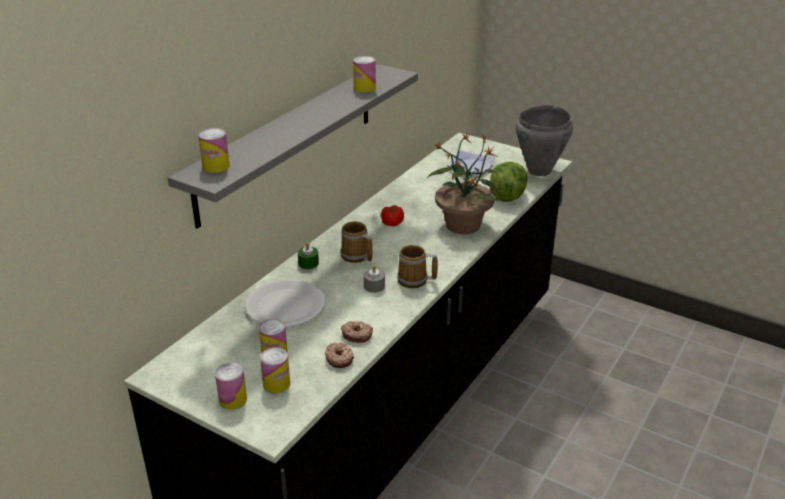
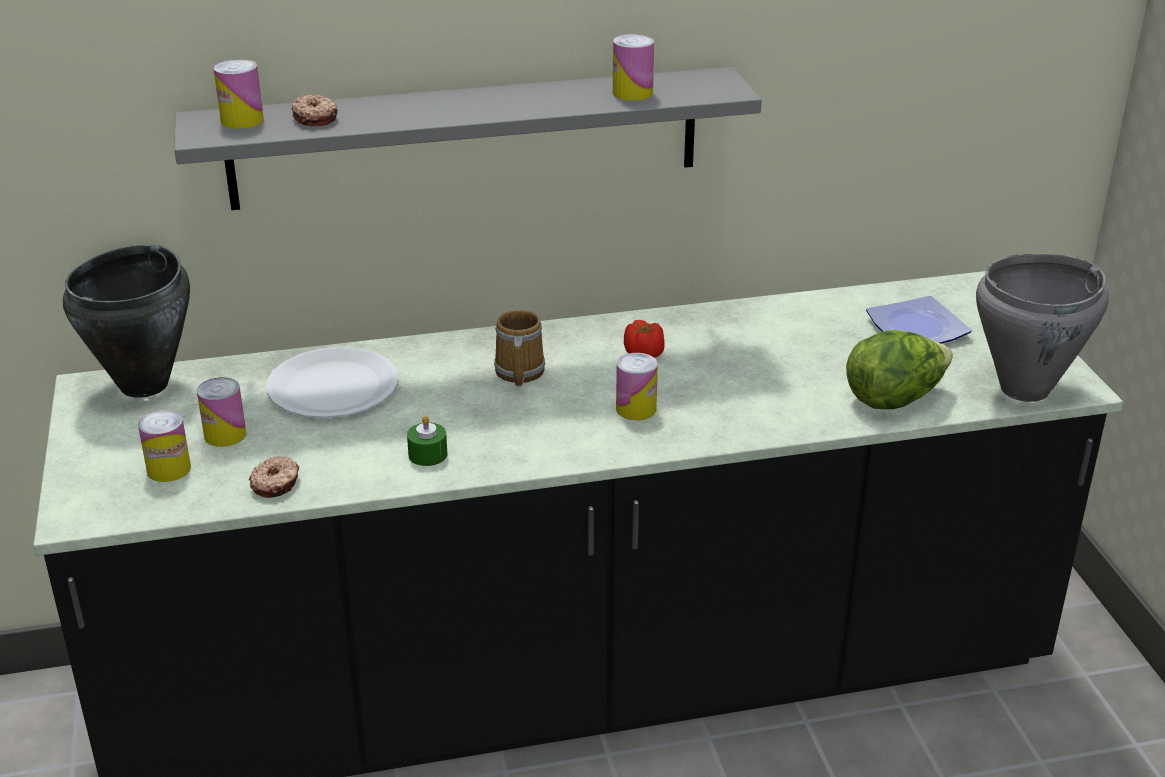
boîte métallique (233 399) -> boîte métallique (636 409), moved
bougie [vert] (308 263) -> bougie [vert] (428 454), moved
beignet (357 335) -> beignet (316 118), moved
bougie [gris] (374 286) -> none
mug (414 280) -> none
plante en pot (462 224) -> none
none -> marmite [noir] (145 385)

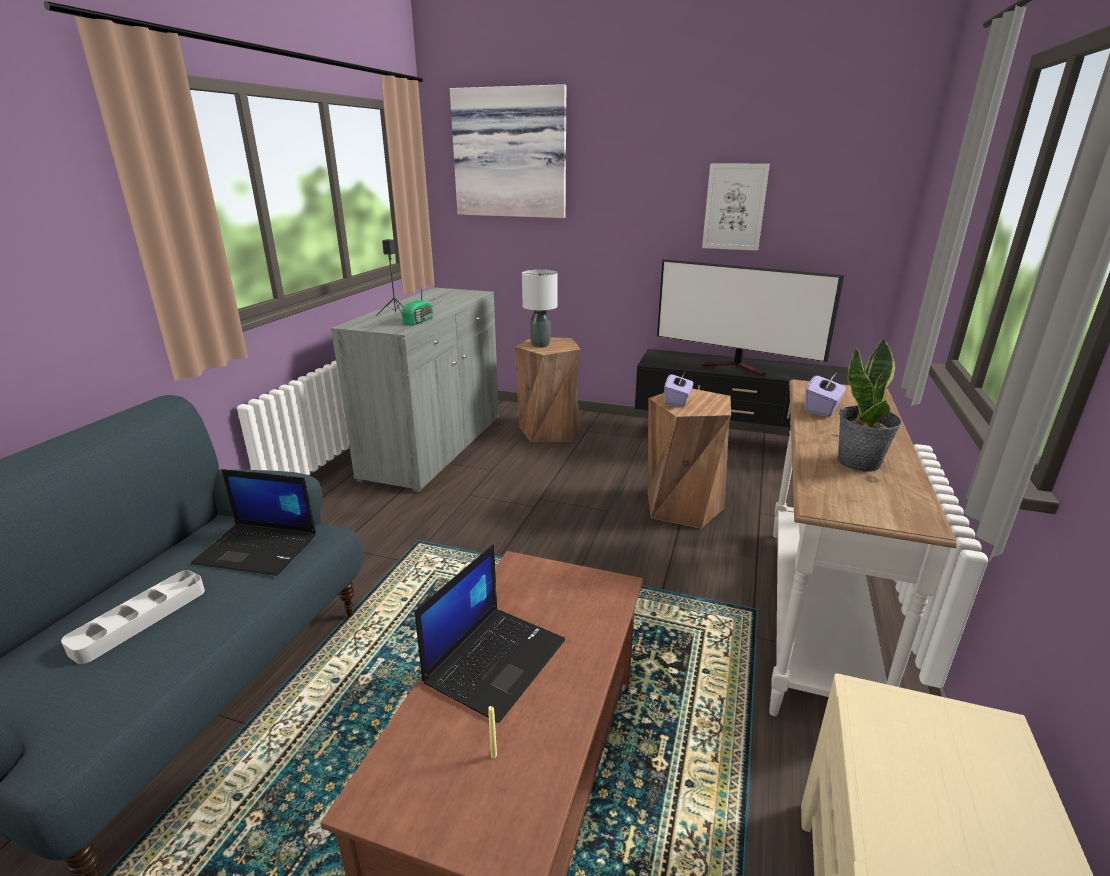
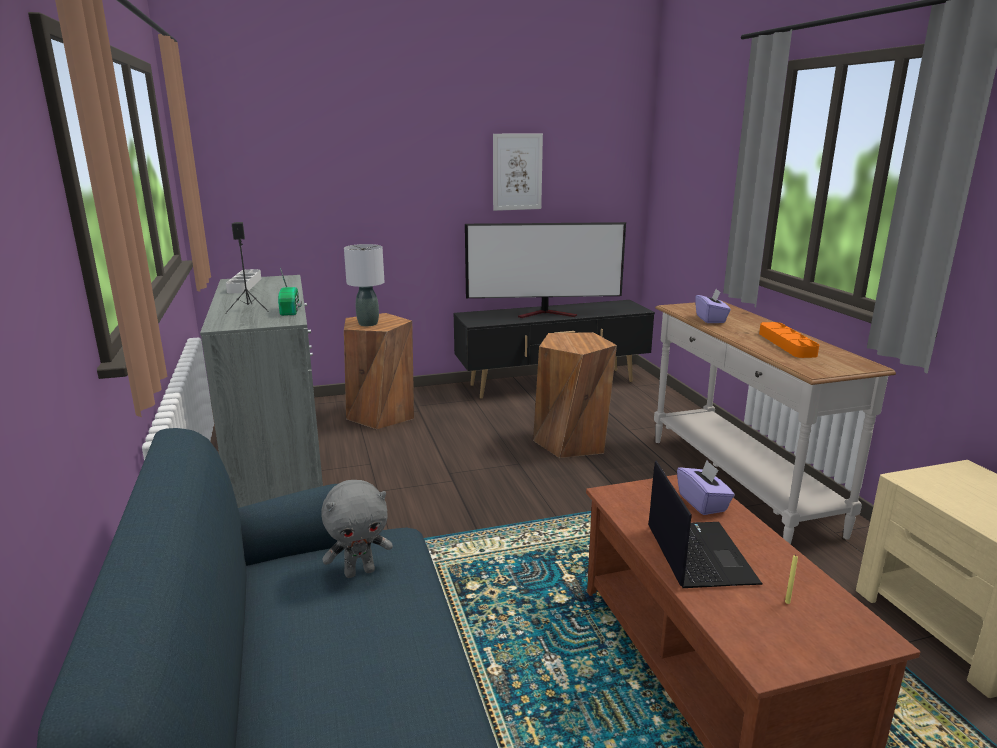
plateau [gris] (140 619) -> plateau [gris] (244 285), moved
ordinateur portable (259 549) -> peluche [gris] (360 571)
tableau (511 153) -> none
boîte à mouchoirs [violet] (677 401) -> boîte à mouchoirs [violet] (703 503), moved
plante en pot (859 462) -> plateau [orange] (786 344)

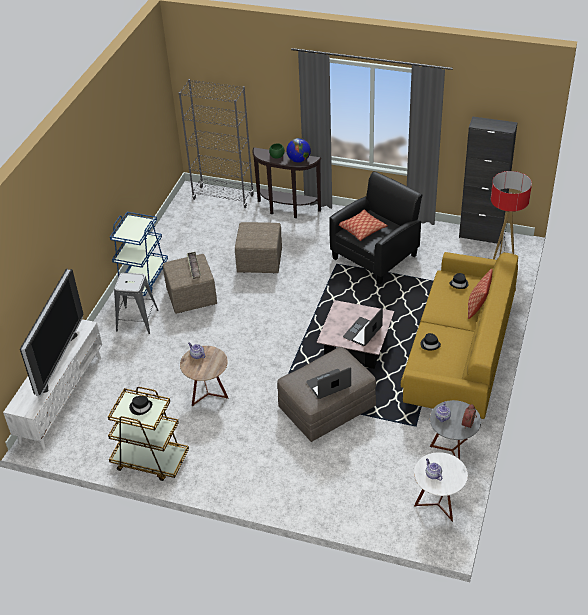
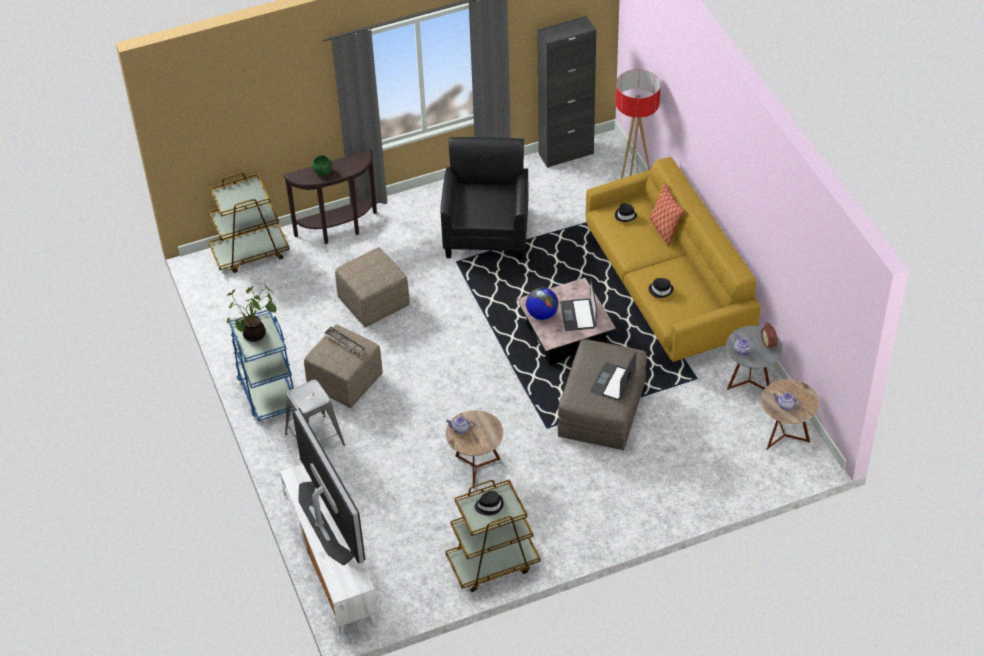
bibliothèque [gris] (223 197) -> chariot [marron] (250 252)
globe (299 160) -> globe (542 314), moved
coussin (362 229) -> none
table d'appoint [blanc] (437 505) -> table d'appoint [marron] (784 436)
none -> plante en pot (254 336)

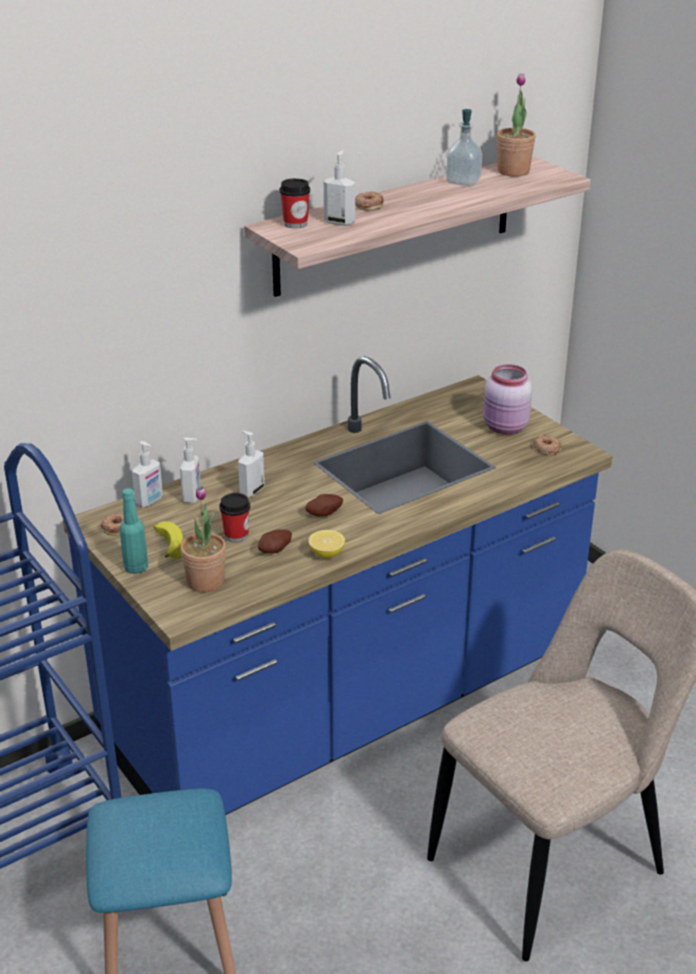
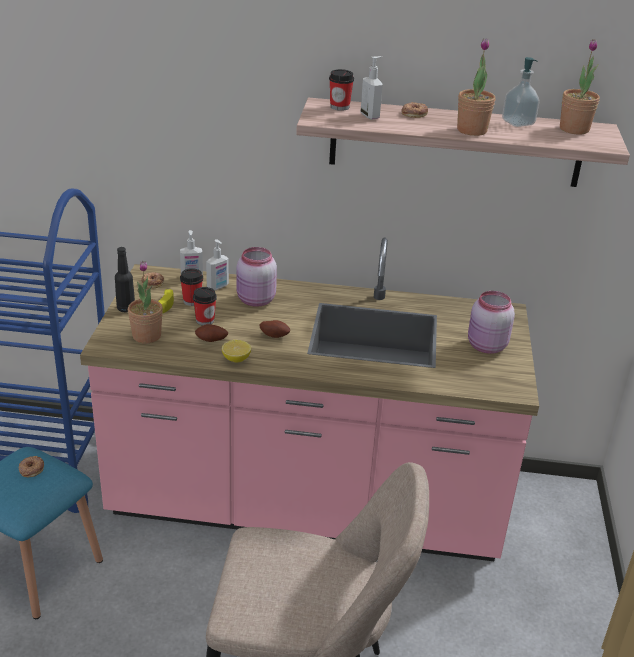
comptoir de cuisine [bleu] (348 703) -> comptoir de cuisine [rose] (307 503)
bouteille [turquoise] (136 568) -> bouteille [noir] (126 308)
distributeur de savon (251 491) -> bocal [rose] (255 300)
beignet (546 448) -> beignet (31 469), moved
none -> tasse (192 301)
none -> plante en pot (472 130)

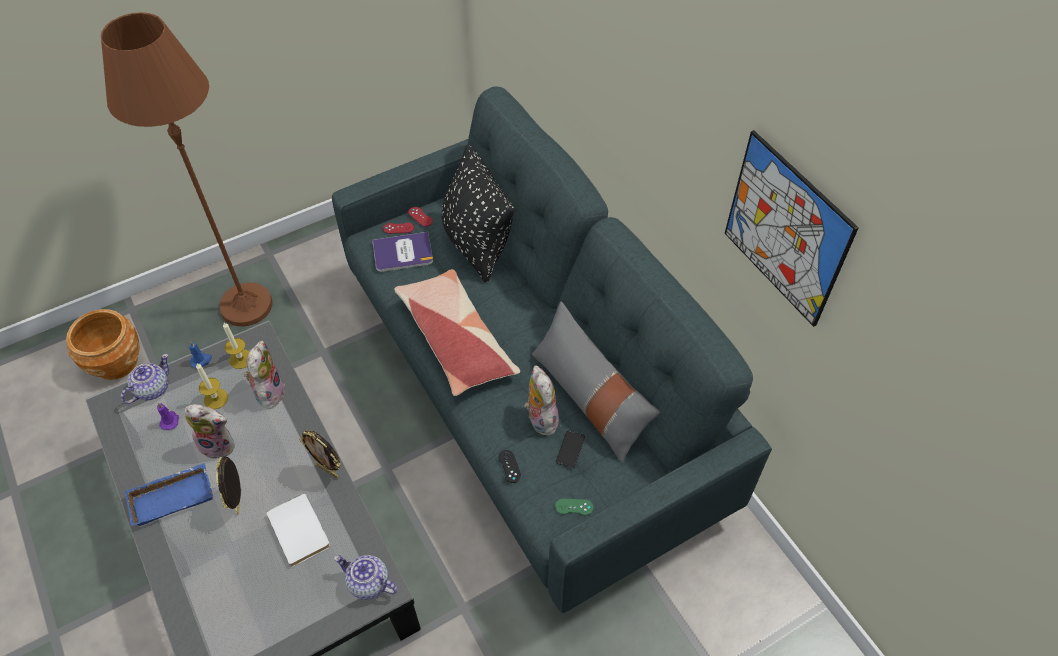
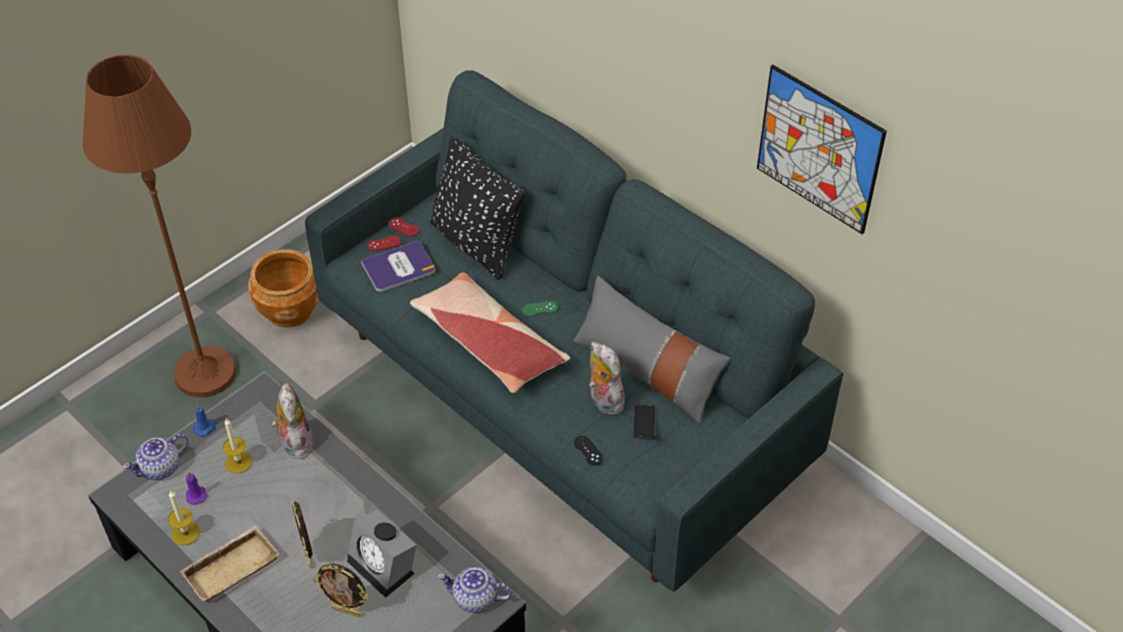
cache-pot [marron] (116 362) -> cache-pot [marron] (290 310), moved
théière (152 389) -> théière (161 468), 150 degrees counterclockwise
plateau [bleu] (172 496) -> plateau [beige] (231 566)
peluche (219 444) -> none
bougie (241 359) -> bougie (185 533), moved
livre [blanc] (301 529) -> réveil (385 566)
cadre photo (328 470) -> cadre photo (347 611), moved
manette [vert] (574 507) -> manette [vert] (540 309), moved

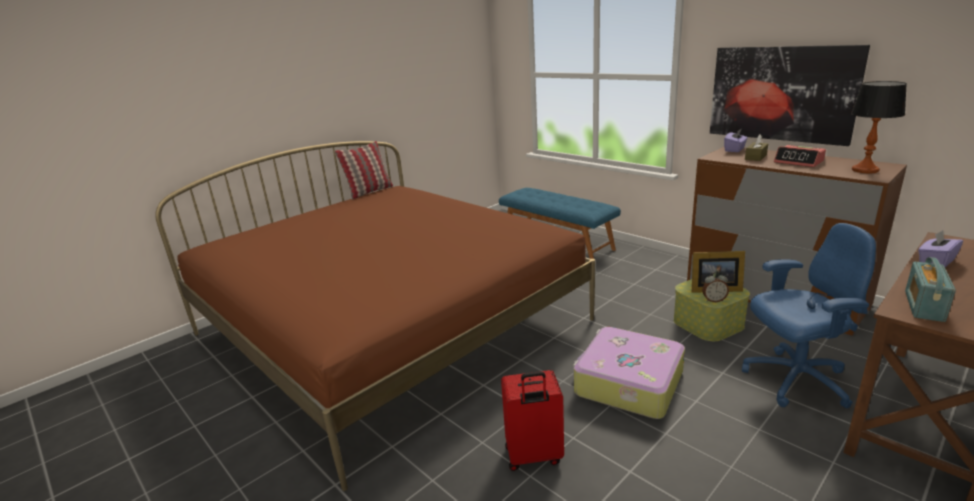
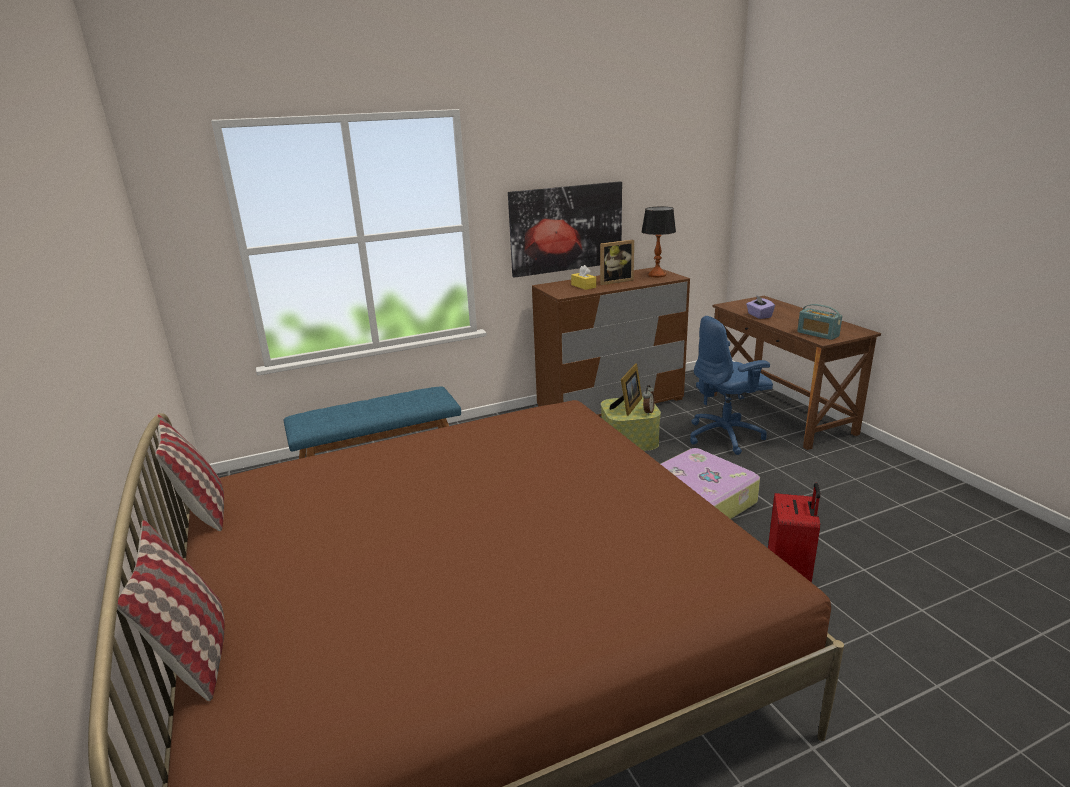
boîte à mouchoirs [violet] (735 149) -> none
chaise de bureau [bleu] (794 380) -> chaise de bureau [bleu] (726 436), 120 degrees counterclockwise
boîte à mouchoirs [marron] (755 157) -> boîte à mouchoirs [jaune] (583 286)
réveil (799 162) -> cadre photo (614 281)
none -> coussin (196 655)

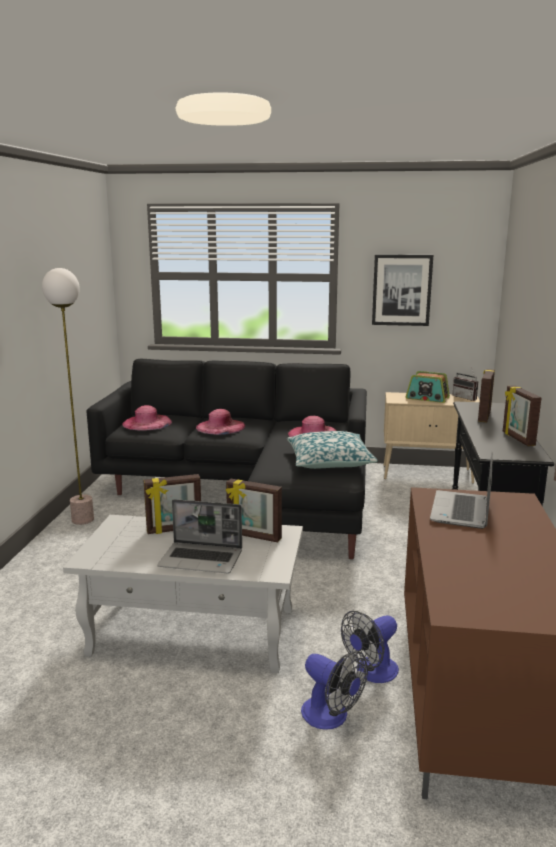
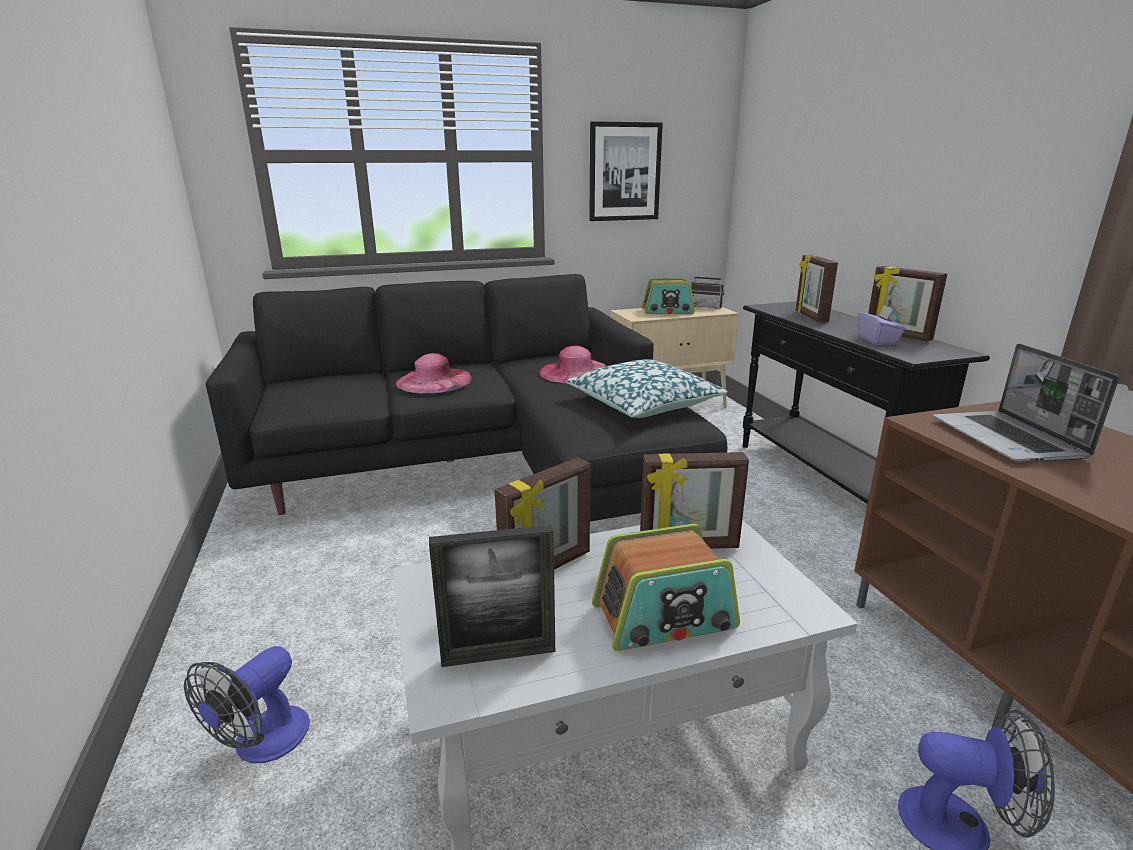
lampadaire (83 519) -> none
chapeau [rose] (147 423) -> none
ordinateur portable (202 559) -> radio (664 617)
ventilateur (371 673) -> ventilateur (262 744), moved
none -> cadre photo (498 655)
none -> boîte à mouchoirs [violet] (877 340)

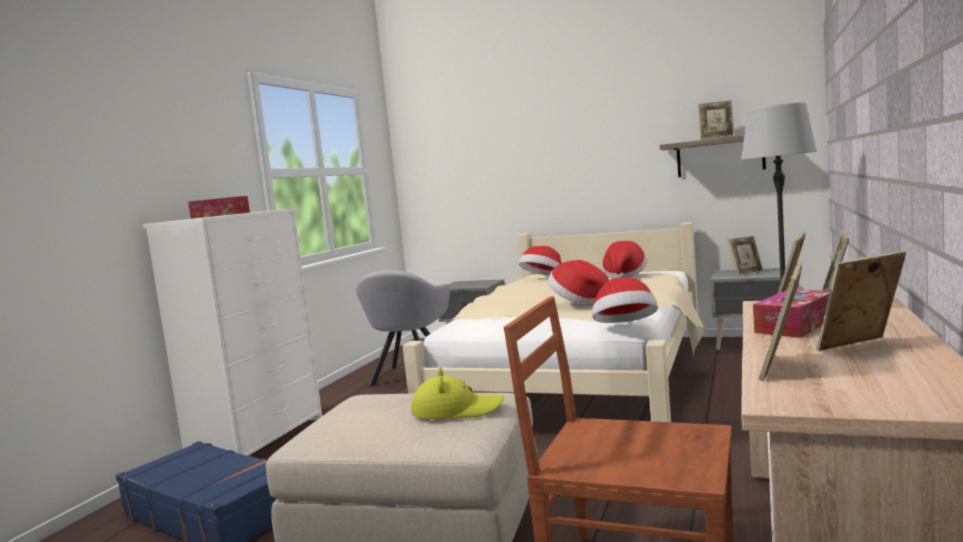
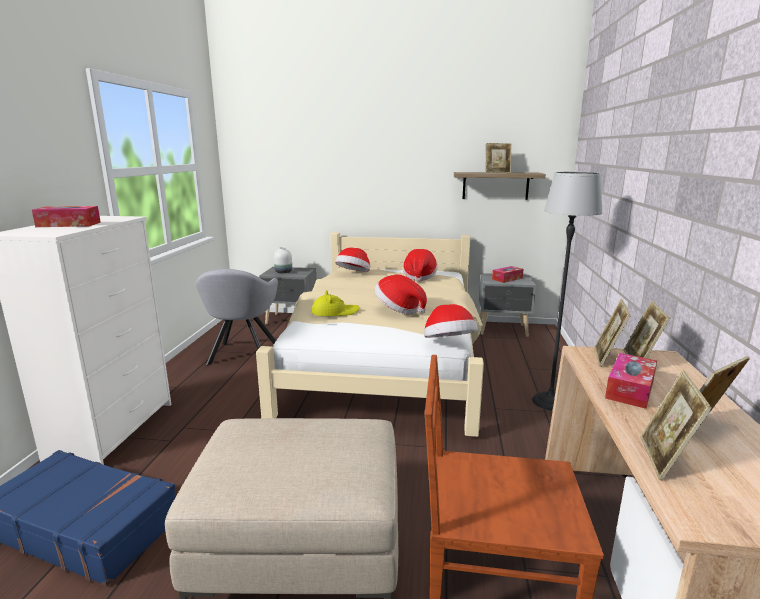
chapeau [jaune] (456 410) -> chapeau [jaune] (335 312), moved
cadre photo (747 273) -> boîte à mouchoirs (507 278)
none -> vase [blanc] (283 272)

